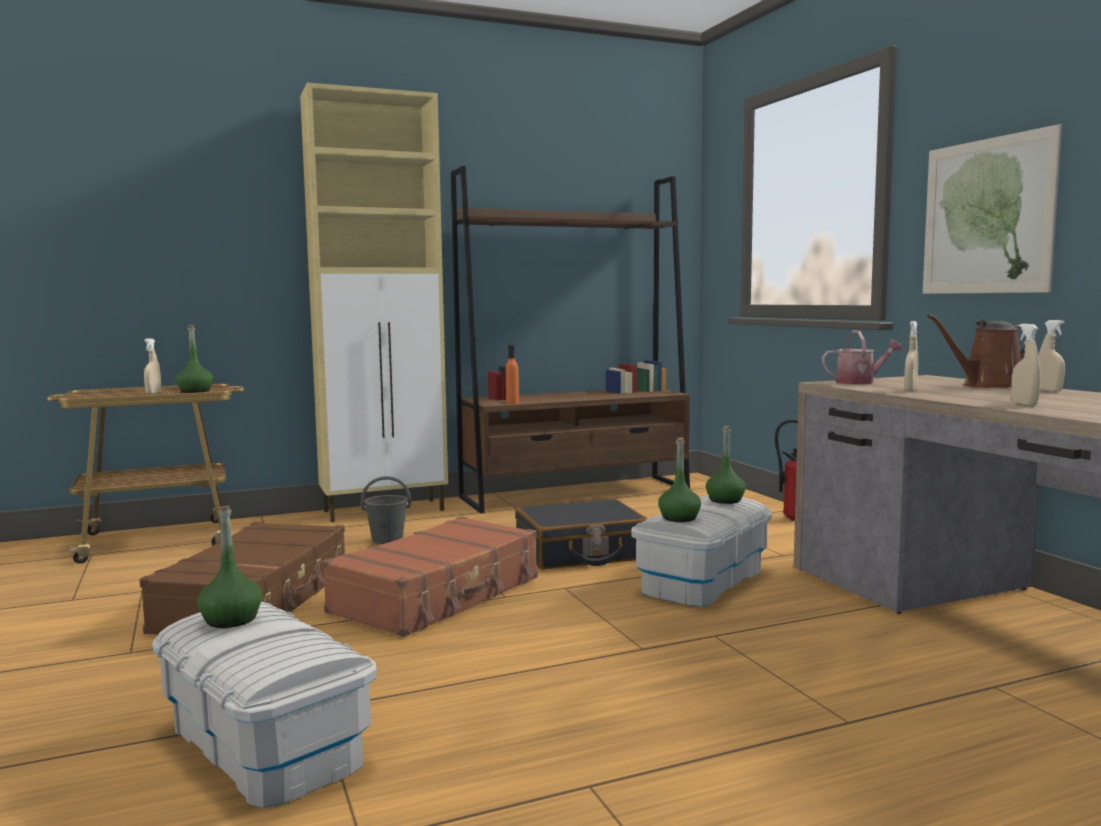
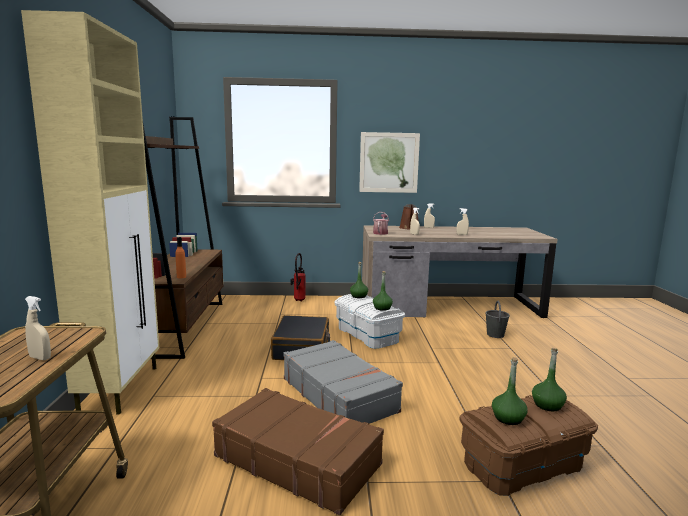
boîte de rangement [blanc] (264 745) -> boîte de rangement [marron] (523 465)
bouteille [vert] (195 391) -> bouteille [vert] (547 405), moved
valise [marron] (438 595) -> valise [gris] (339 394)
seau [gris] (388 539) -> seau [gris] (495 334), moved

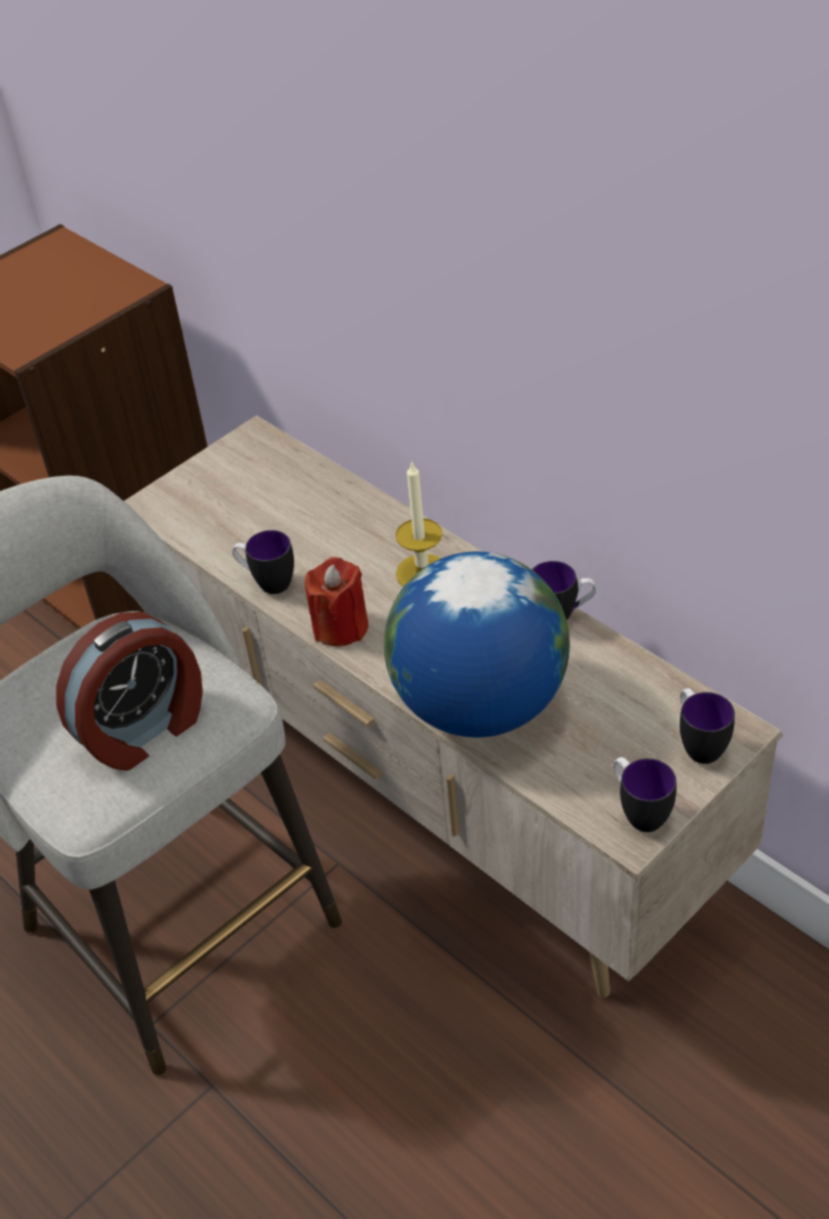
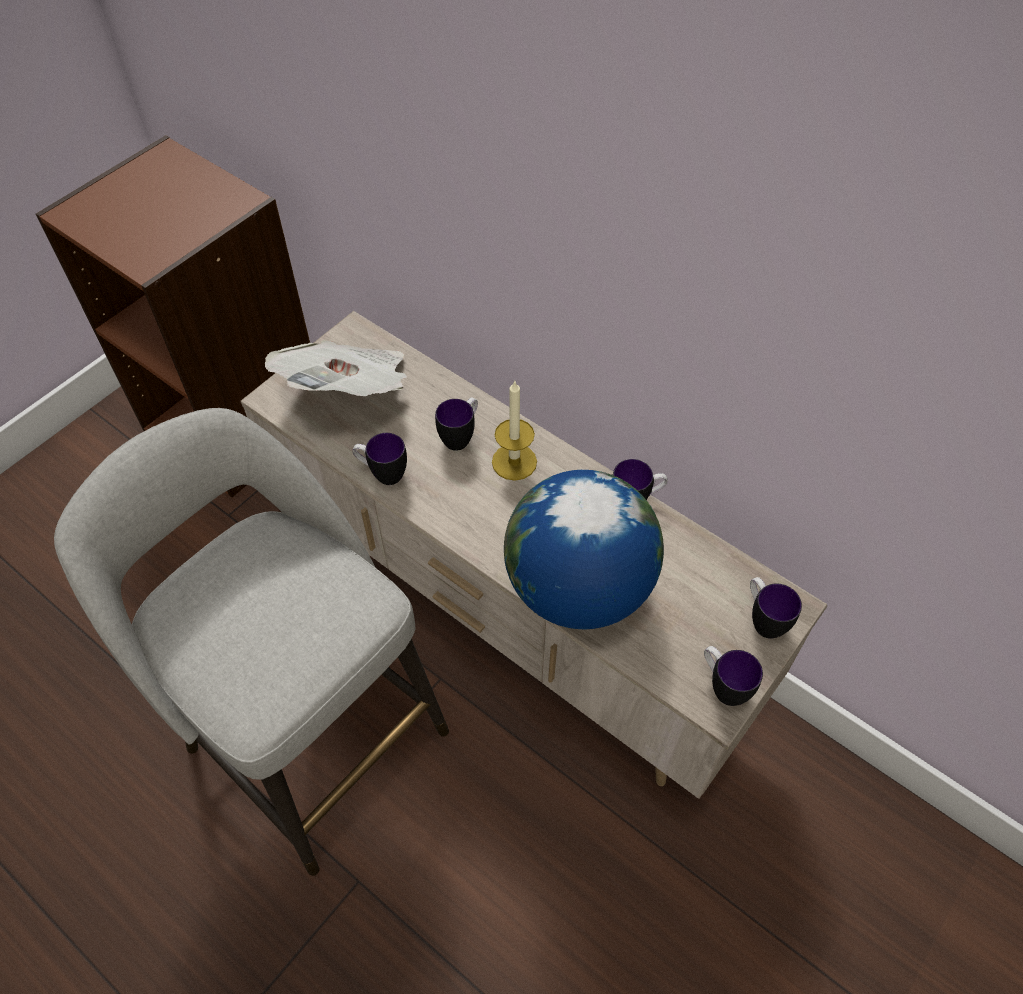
réveil (144 730) -> none
bougie [rouge] (340 627) -> none
none -> journal (349 391)
none -> mug (461 436)

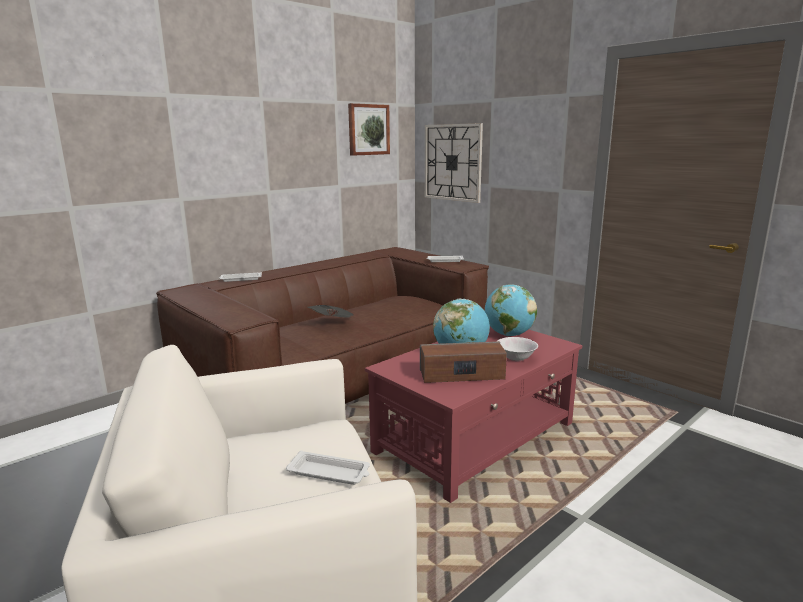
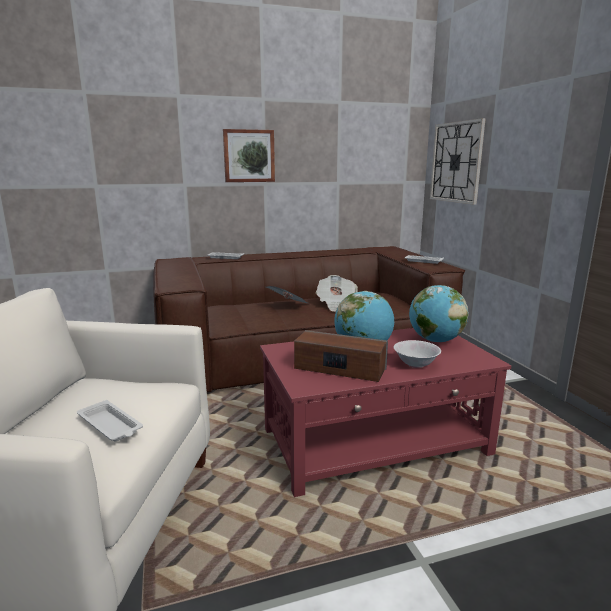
tableau (368 129) -> tableau (249 156), moved
none -> journal (337 305)

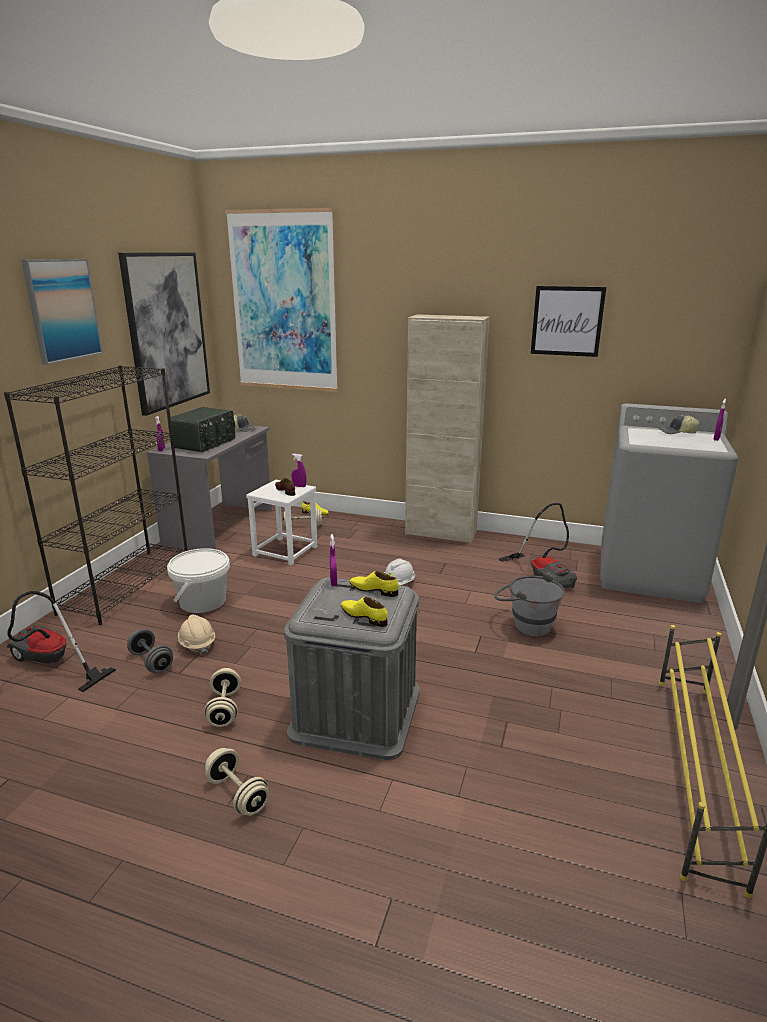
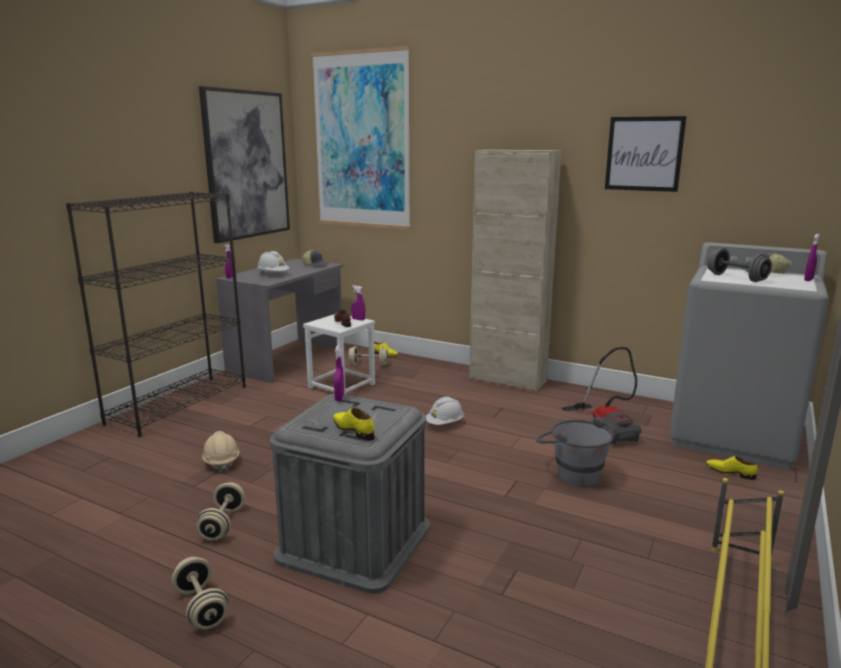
aspirateur (50 664) -> none
tableau (62 310) -> none
haltère [gris] (151 662) -> haltère [gris] (736 278), moved
seau [blanc] (203 601) -> none
radio (205 443) -> casque de chantier [blanc] (273 274)
chaussure [jaune] (373 590) -> chaussure [jaune] (730 472), moved

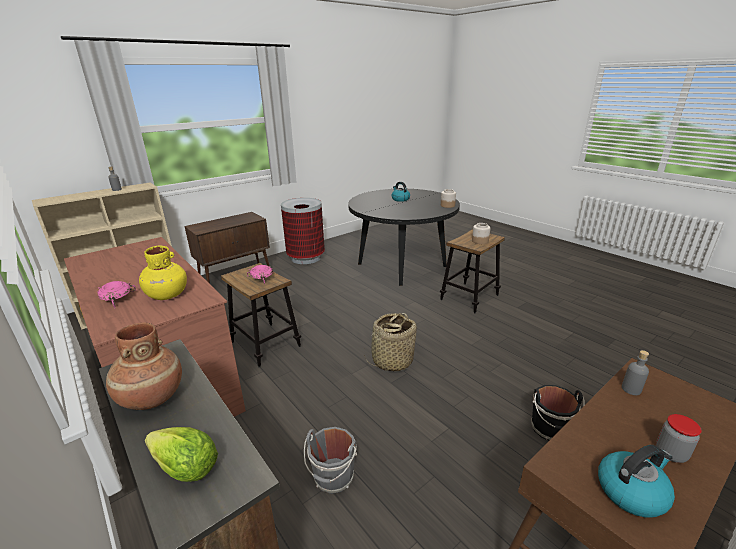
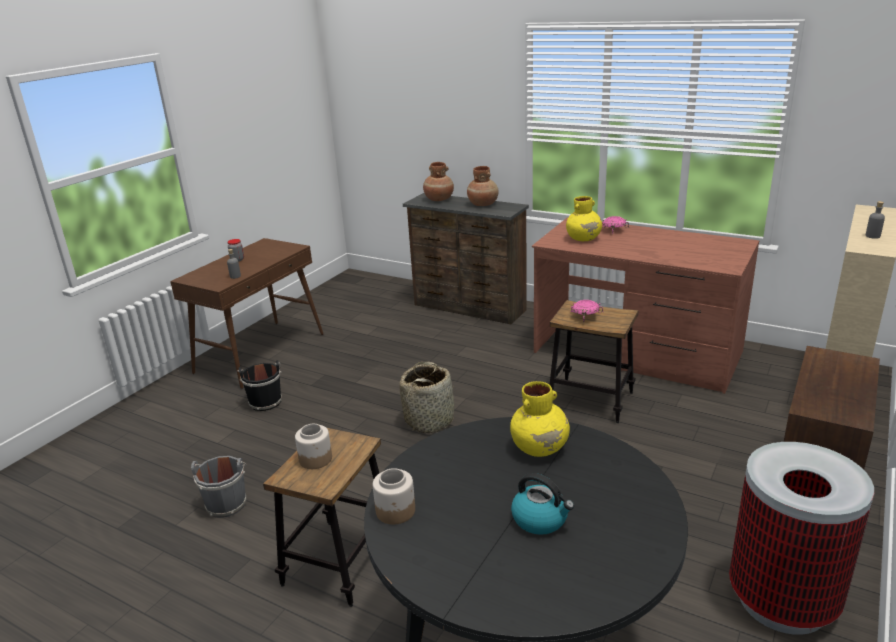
laitue (186 468) -> vase [marron] (439 199)
seau [gris] (333 478) -> seau [gris] (226 503), moved
bouilloire (631 491) -> none
none -> vase [jaune] (540 448)

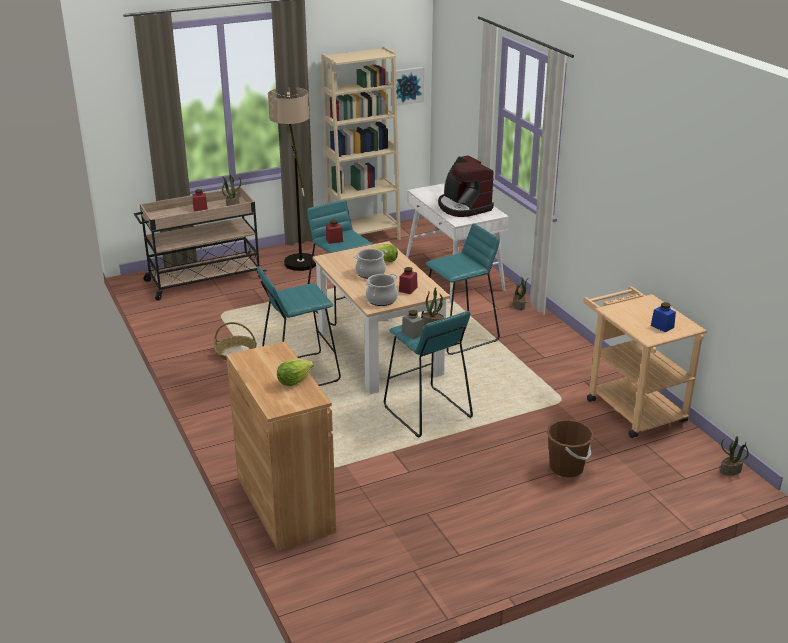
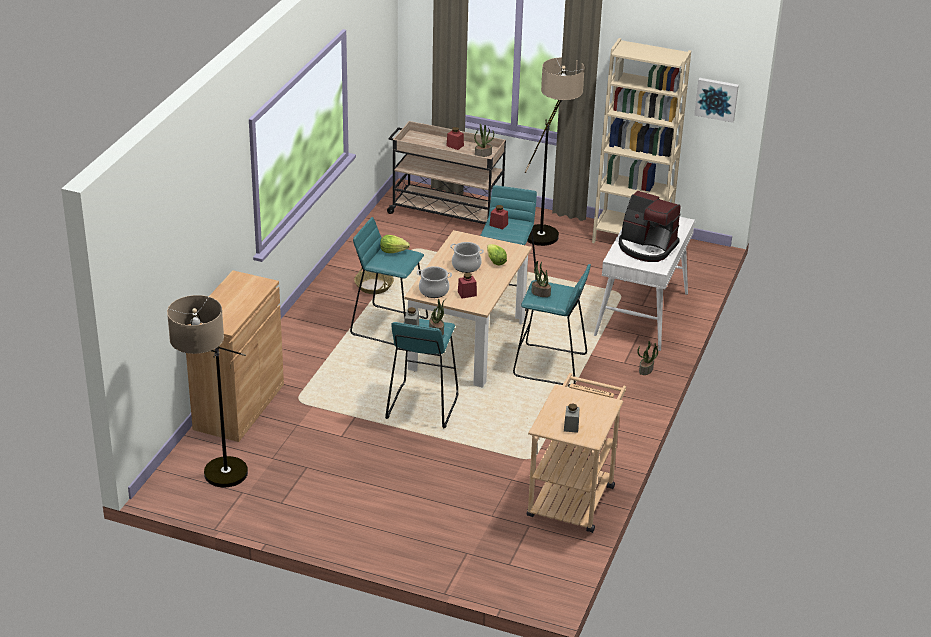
laitue (294 381) -> laitue (393 251), moved
machine à café (463 207) -> machine à café (646 247), 75 degrees counterclockwise
seau [marron] (566 468) -> none
bocal [bleu] (662 326) -> bocal [gris] (571 426)
plante en pot (730 471) -> plante en pot (540 293), moved
none -> lampadaire (216 483)

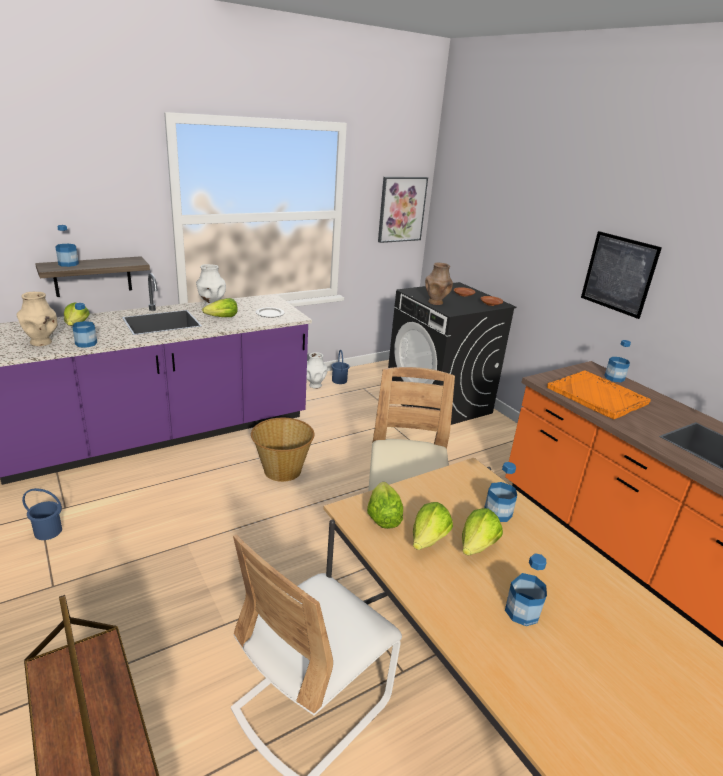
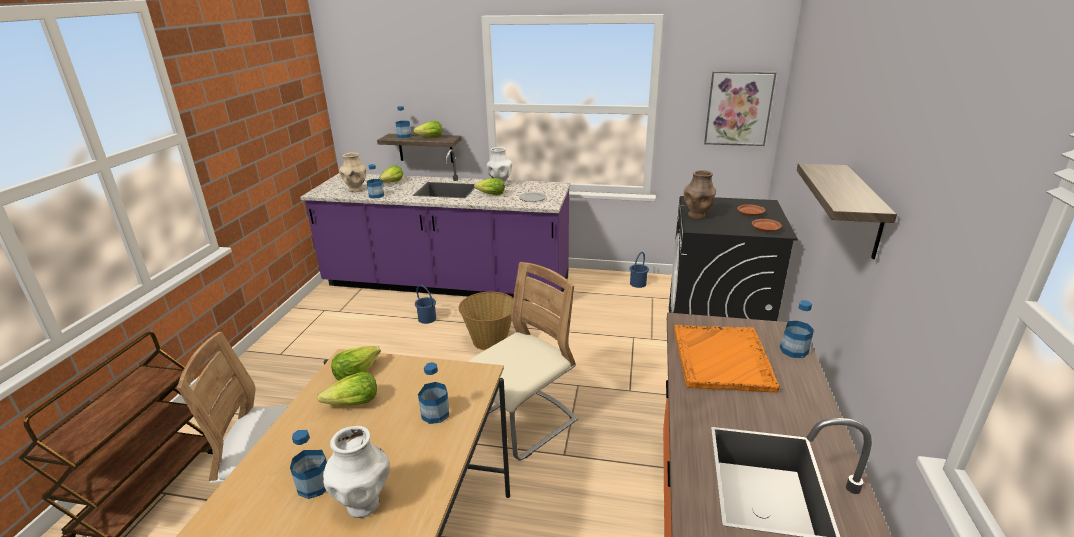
seau [bleu] (48 532) -> seau [bleu] (427 319), moved
vase [blanc] (315 385) -> vase [blanc] (363 504), moved
laitue (477 546) -> laitue (430 137), moved
tableau (619 274) -> étagère (863 212)

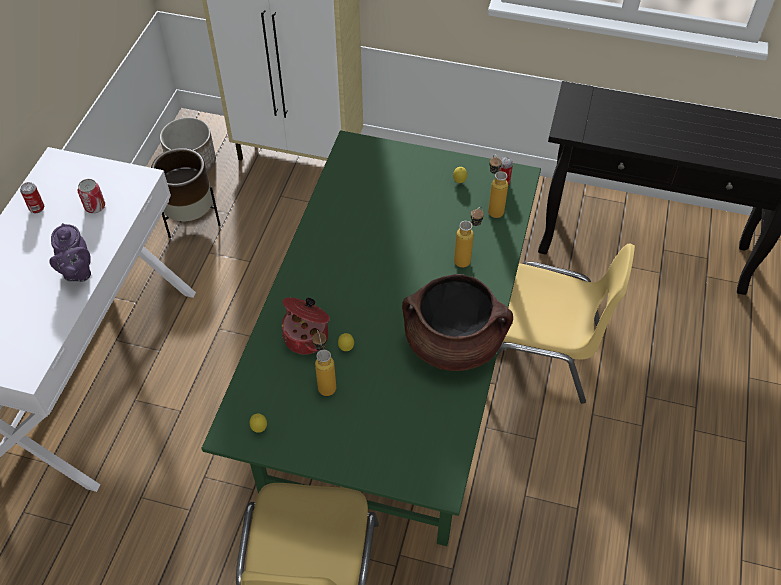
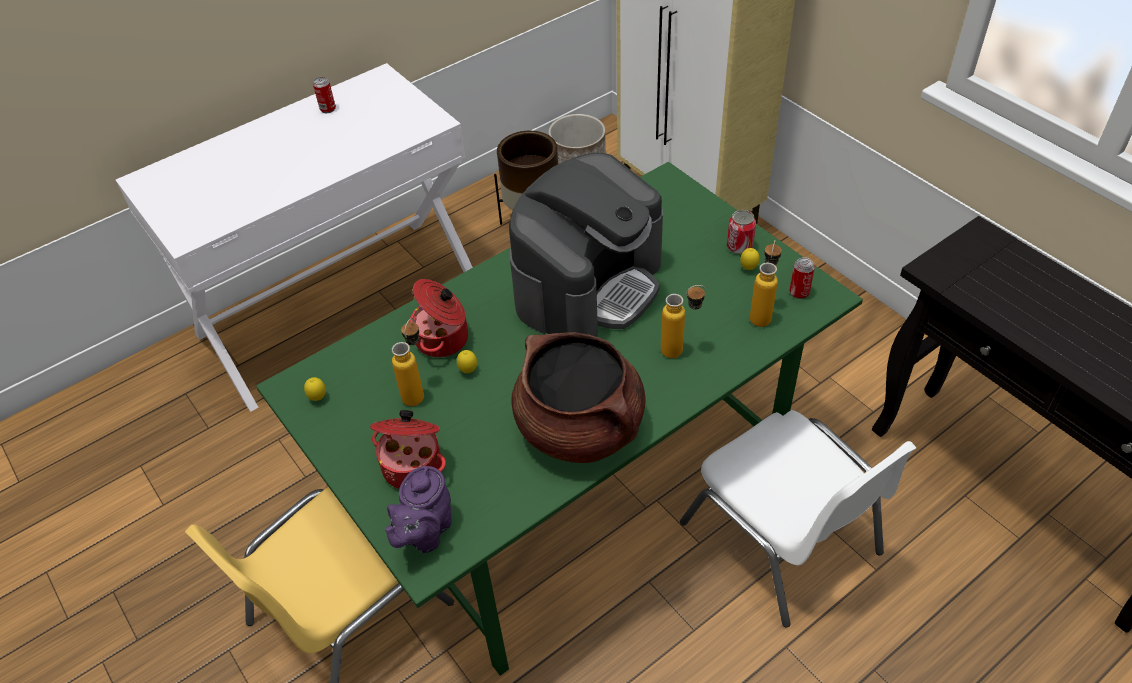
théière [violet] (77 272) -> théière [violet] (425 533), moved
boîte métallique (95 207) -> boîte métallique (739 246), moved
chaise [jaune] (541 351) -> chaise [blanc] (783 539)
none -> marmite (413 465)
none -> machine à café (588 286)

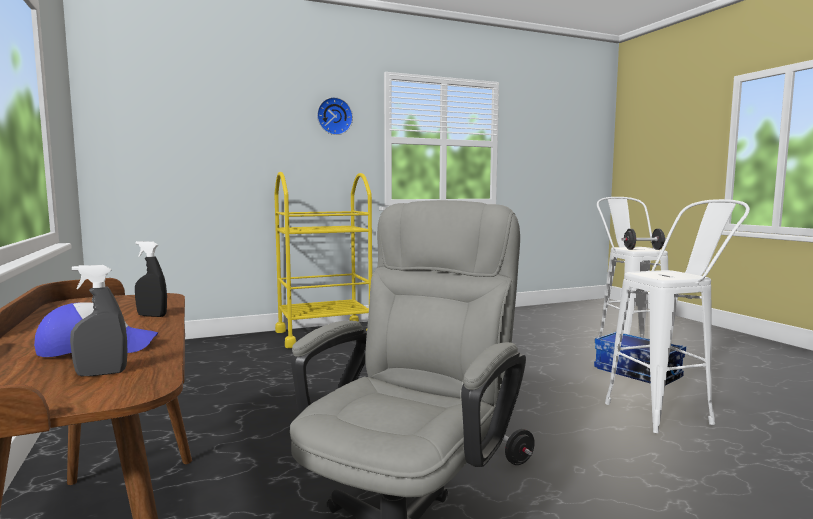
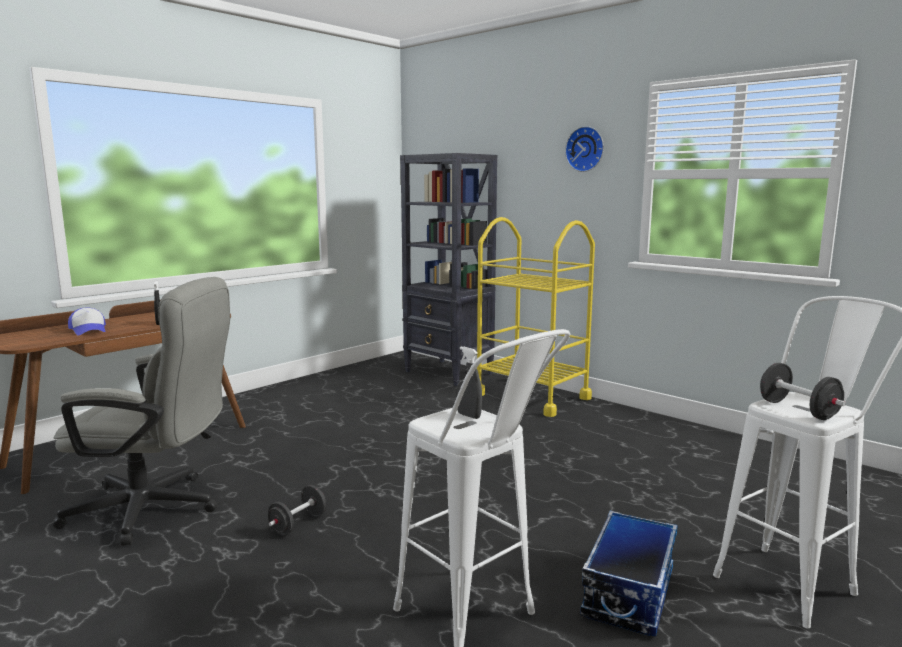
vaporisateur [gris] (101 374) -> vaporisateur [gris] (468 415), moved
none -> bibliothèque [noir] (449 373)

